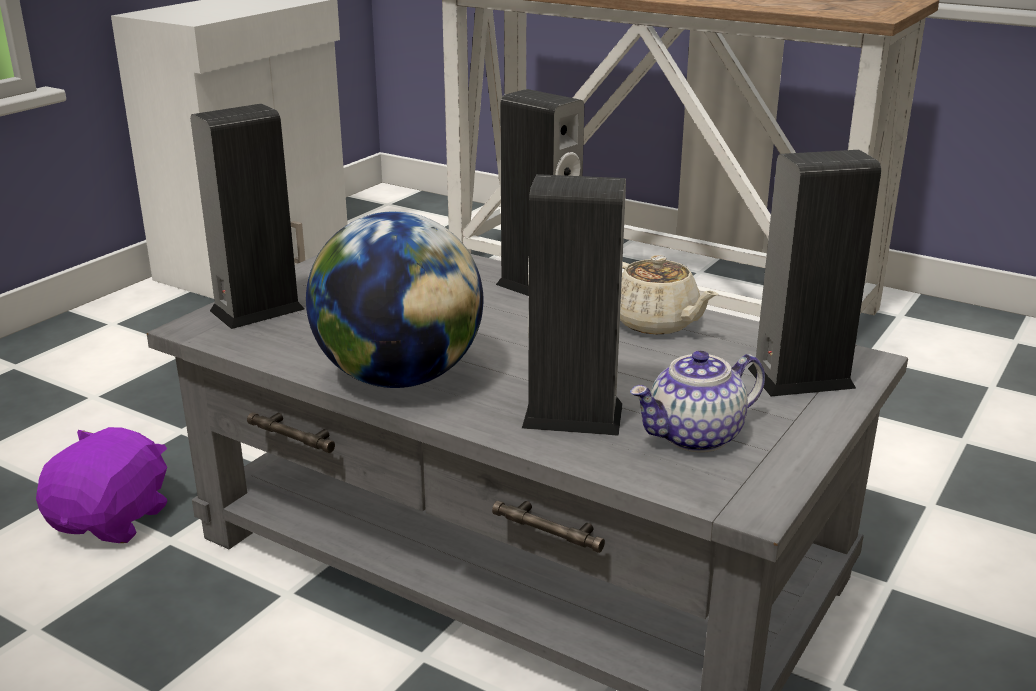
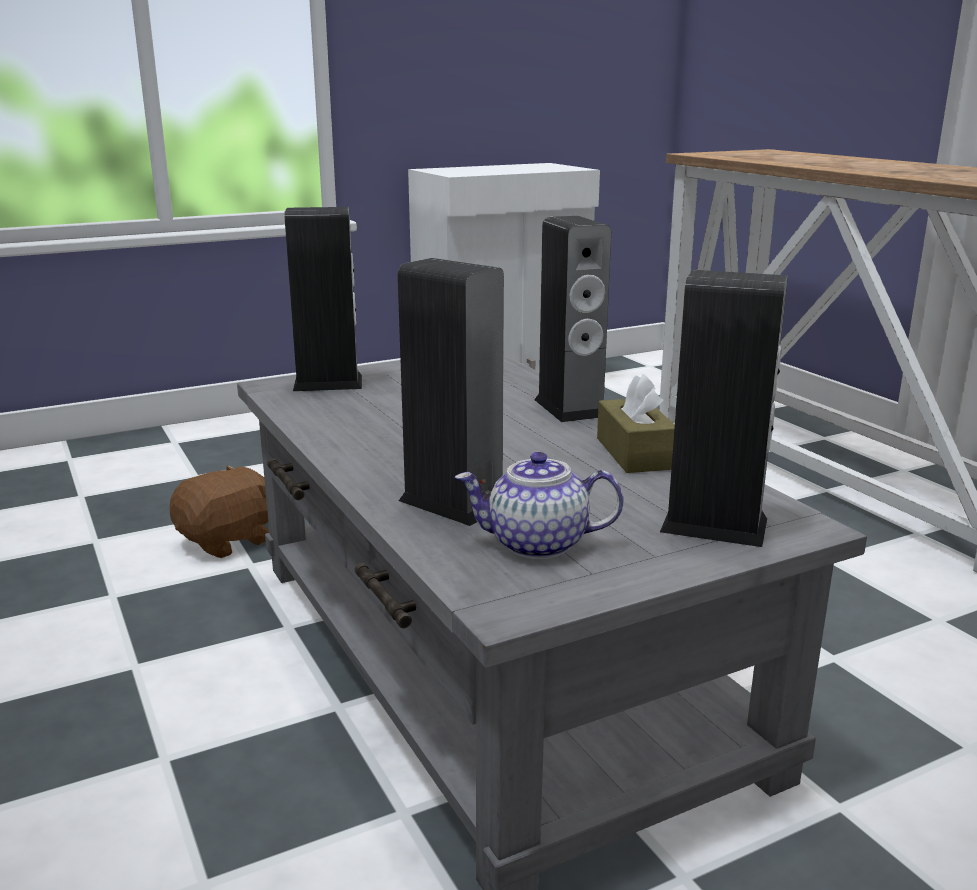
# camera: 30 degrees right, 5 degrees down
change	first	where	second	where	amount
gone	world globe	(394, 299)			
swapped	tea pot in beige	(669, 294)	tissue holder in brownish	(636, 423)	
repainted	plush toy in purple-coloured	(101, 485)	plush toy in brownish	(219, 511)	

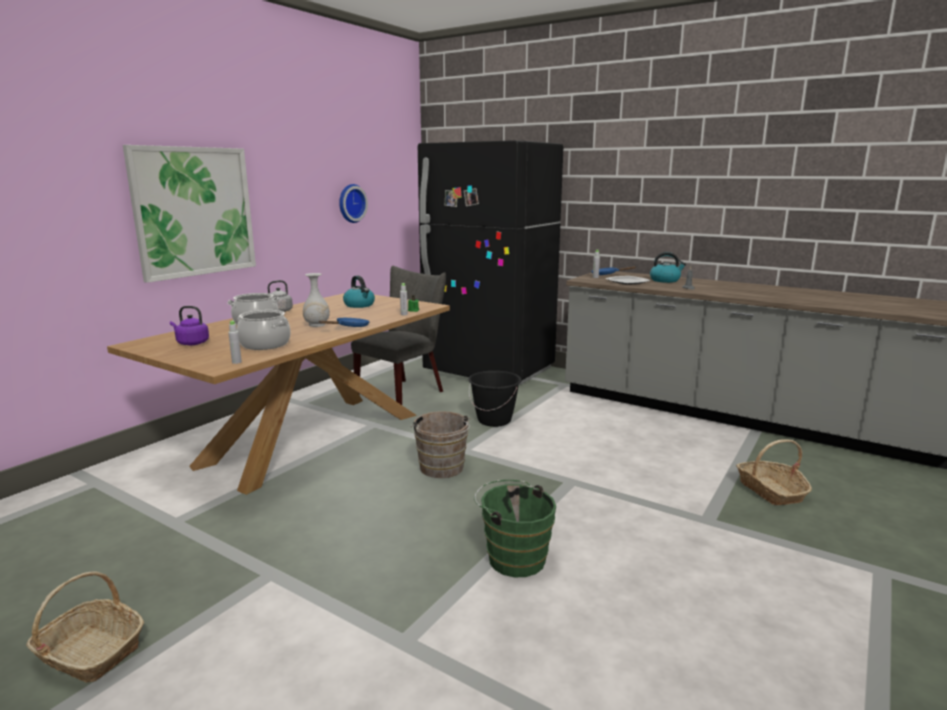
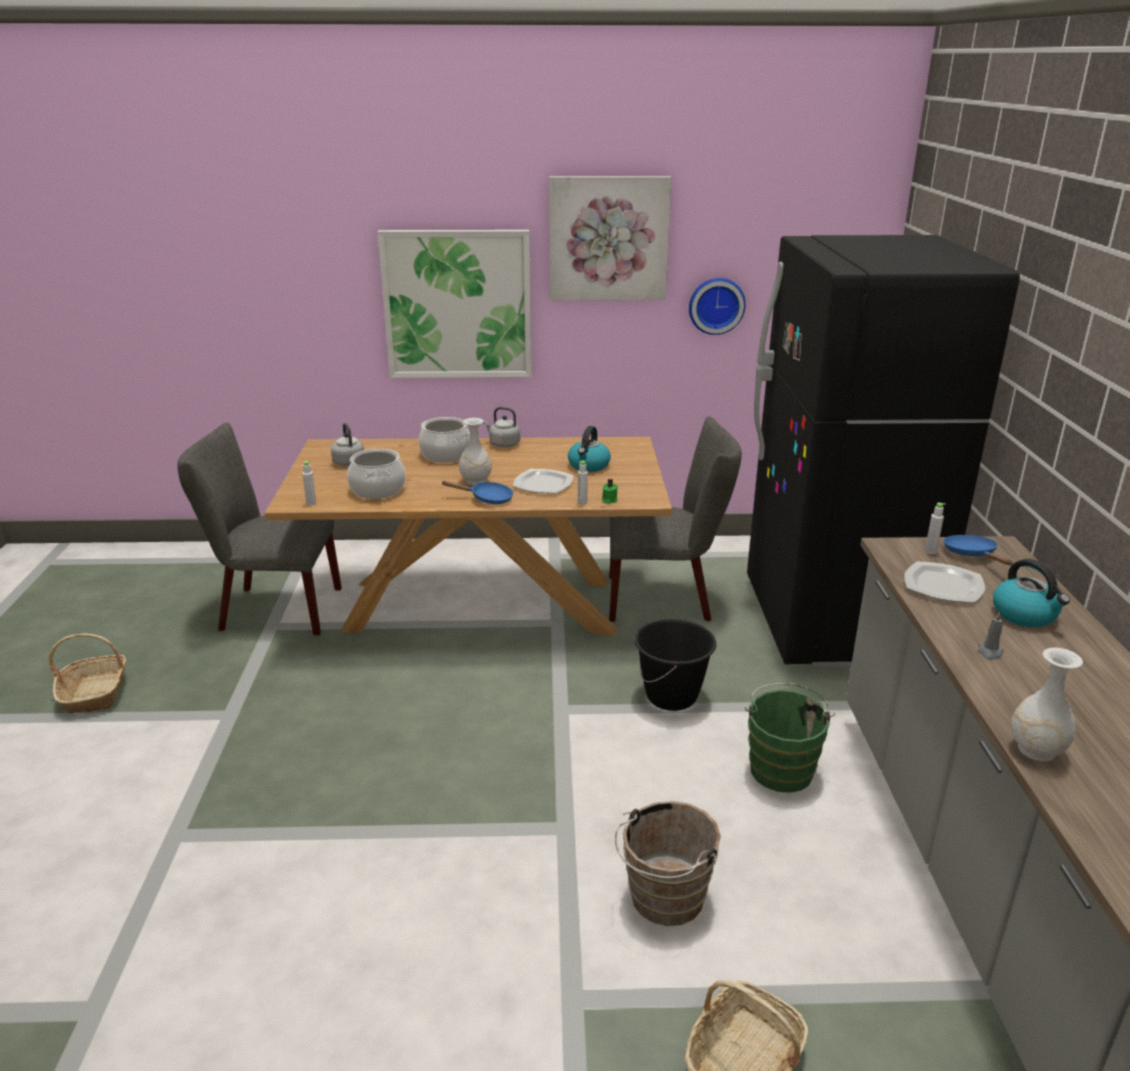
# camera: 55 degrees right, 10 degrees up
change	first	where	second	where	amount
new			upright chair in gray	(260, 529)	
new			flat dish	(543, 481)	
new			picture	(610, 238)	
new			vase in whitish	(1047, 704)	
shifted	pail in brownish	(441, 444)		(668, 863)	
shifted	pail in green	(515, 528)		(790, 738)	
repainted	tea kettle in purple-coloured	(189, 325)	tea kettle in gray	(347, 444)	

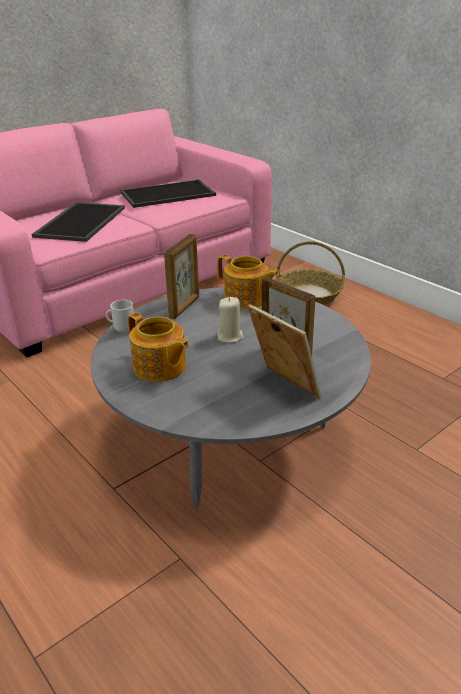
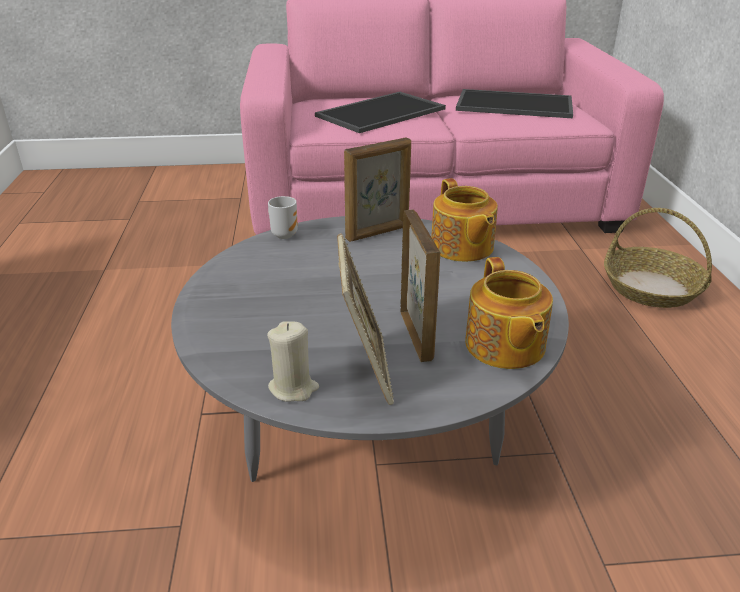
# camera: 35 degrees right, 0 degrees up
change	first	where	second	where	amount
shifted	tea pot	(158, 347)		(509, 313)	
shifted	wax light in beige	(230, 320)		(293, 361)	

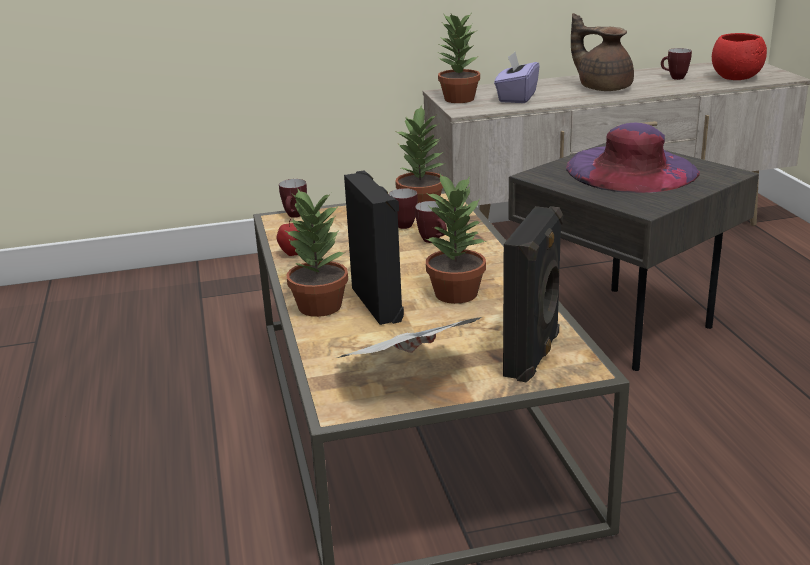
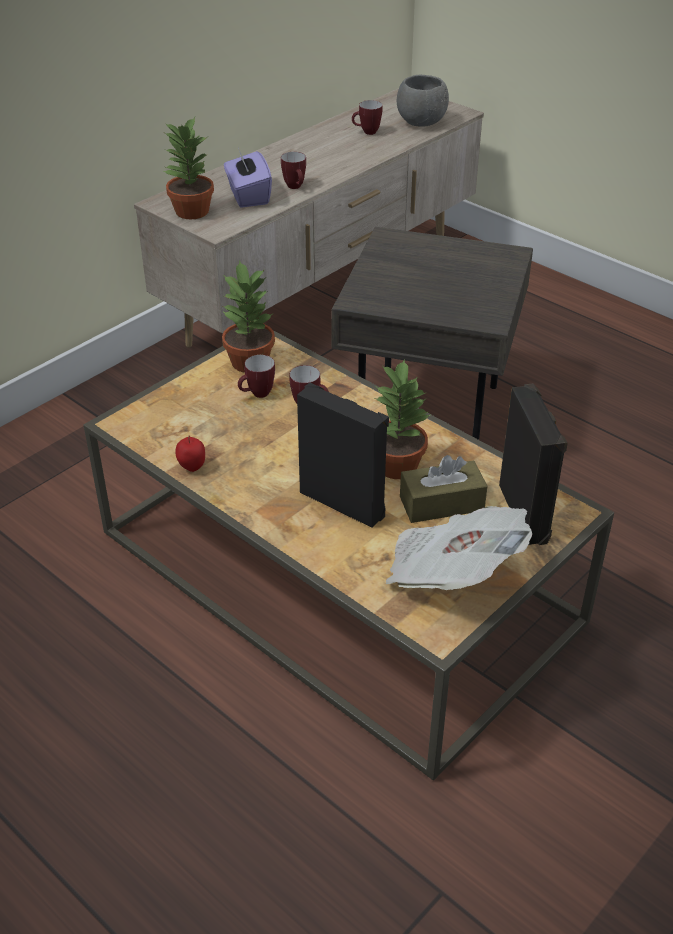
# camera: 35 degrees left, 15 degrees up
change	first	where	second	where	amount
gone	plant in a pot	(317, 252)			
gone	clothing hat in purple-coloured	(633, 158)			
gone	tea pot in brownish	(602, 52)			
new			tissue holder in brownish	(443, 489)	
shifted	mug	(293, 198)		(293, 170)	
repainted	deep dish in red-coloured	(739, 56)	deep dish in gray	(423, 101)	

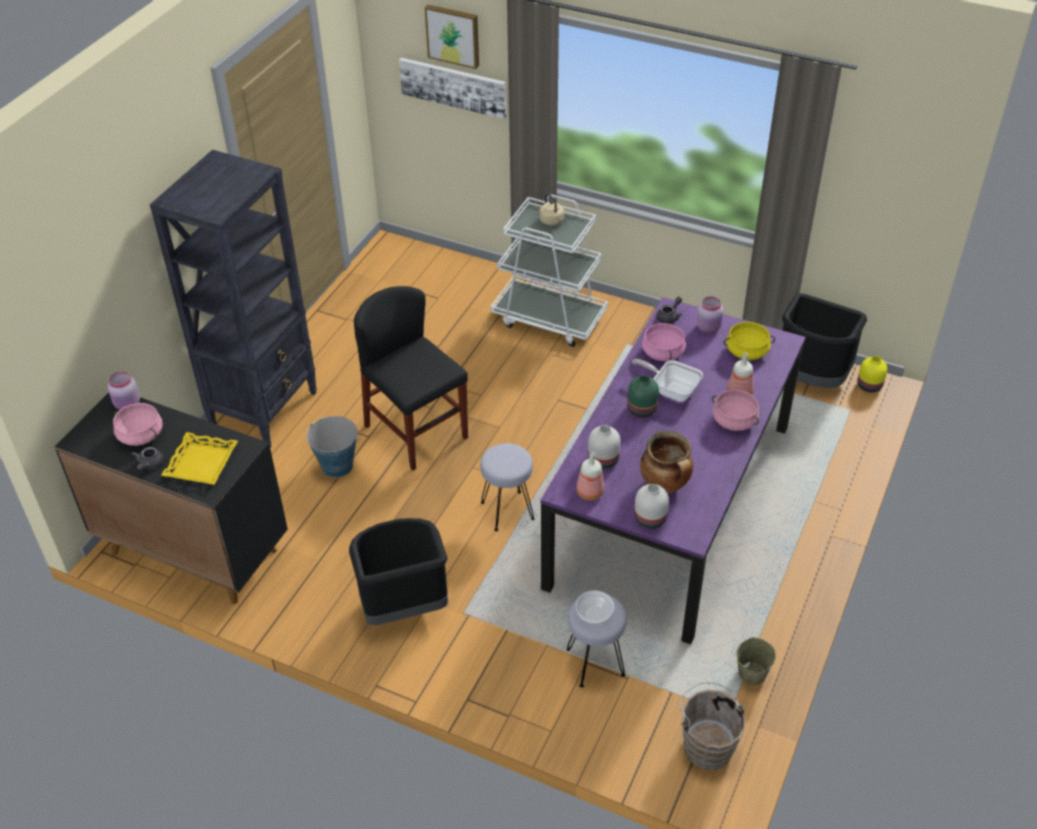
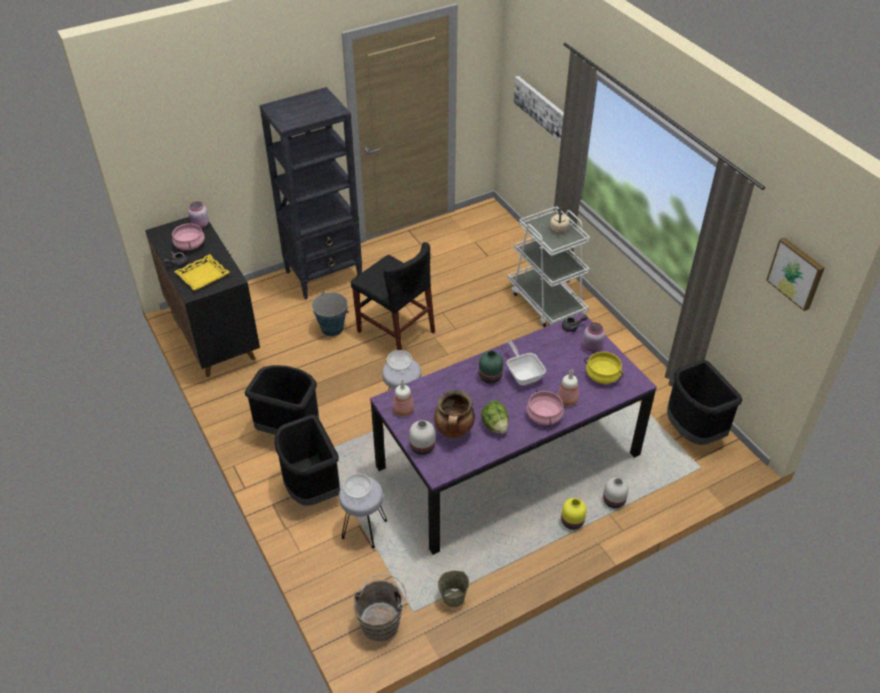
# camera: 35 degrees right, 0 degrees up
change	first	where	second	where	amount
gone	cooking pot in pink-coloured	(664, 342)			
new			waste bin in blackish	(307, 460)	
new			deep dish	(399, 360)	
new			lettuce	(495, 417)	
shifted	picture	(452, 37)		(795, 274)	
shifted	vase in whitish	(604, 447)		(616, 492)	
shifted	vase in yellow	(872, 374)		(574, 514)	
rotated	upright chair in blackish	(411, 378)		(393, 296)	135 degrees clockwise

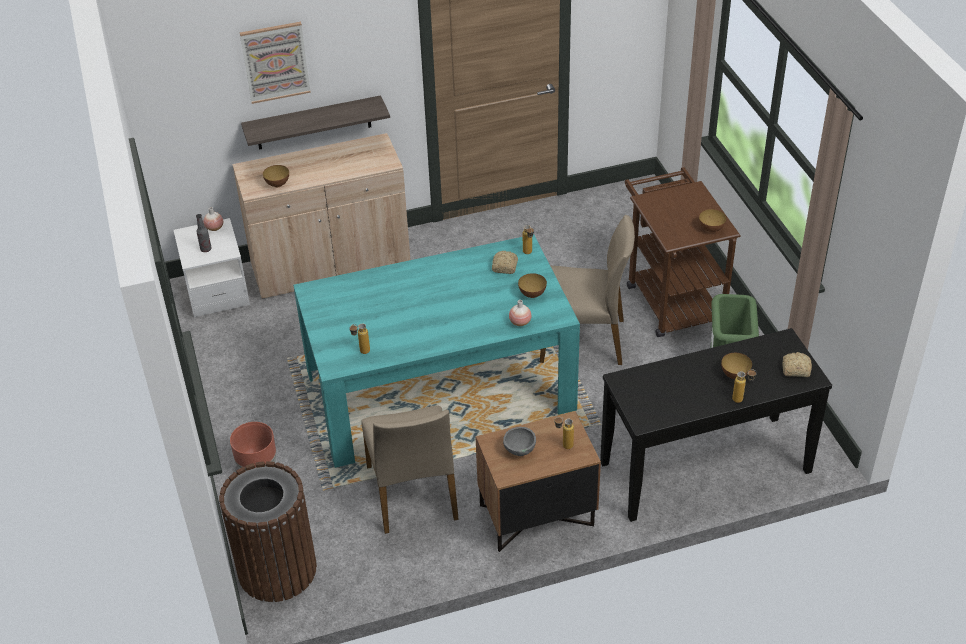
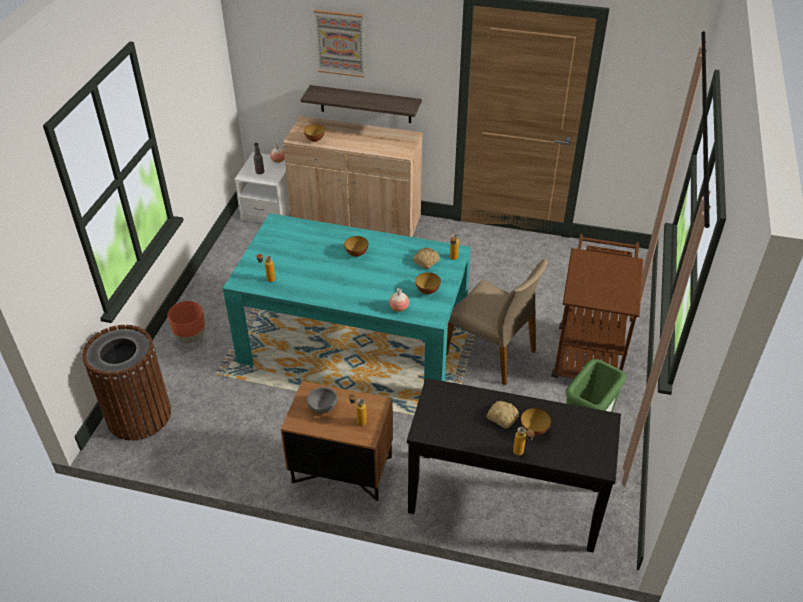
# camera: 30 degrees right, 0 degrees up
change	first	where	second	where	amount
gone	upright chair in beige	(410, 469)			
shifted	deep dish	(713, 220)		(356, 246)	
shifted	bread	(797, 364)		(502, 415)	

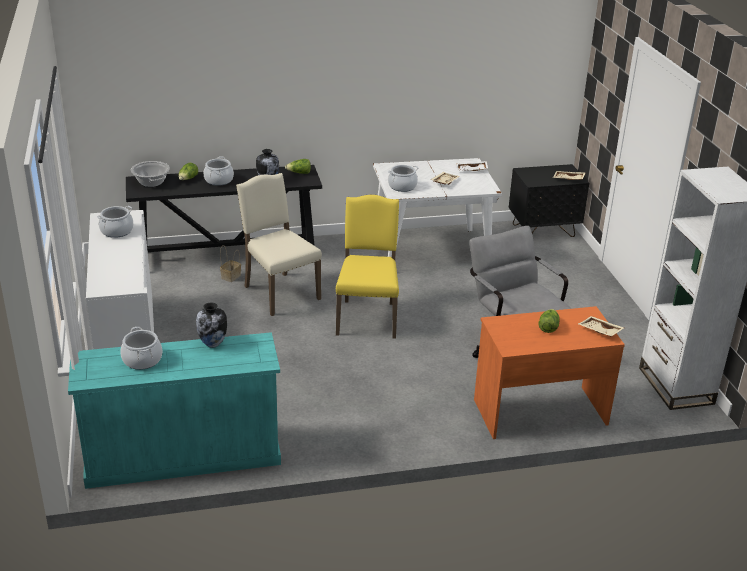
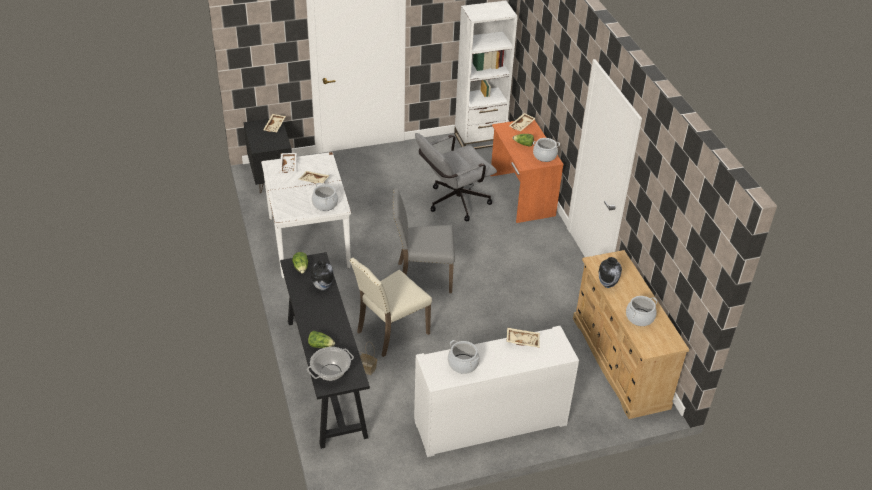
# camera: 95 degrees left, 10 degrees up
change	first	where	second	where	amount
new			serving tray in beige	(523, 337)	
shifted	cooking pot	(219, 171)		(546, 150)	
repainted	drawer chest in turquoise	(174, 410)	drawer chest in beige	(631, 334)	
repainted	upright chair in yellow	(367, 266)	upright chair in gray	(423, 241)	

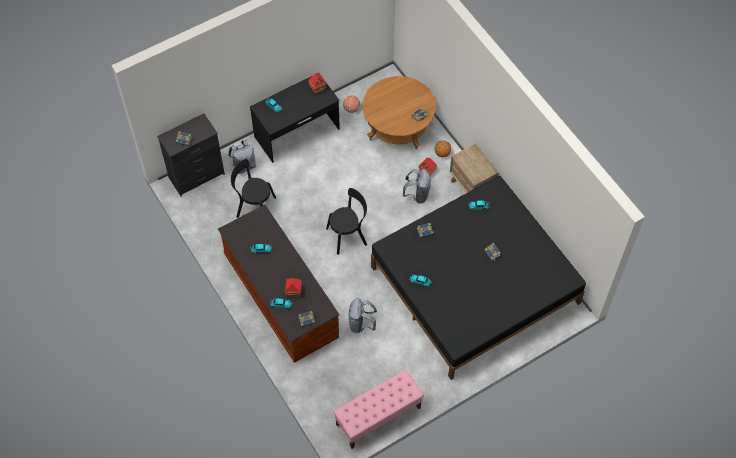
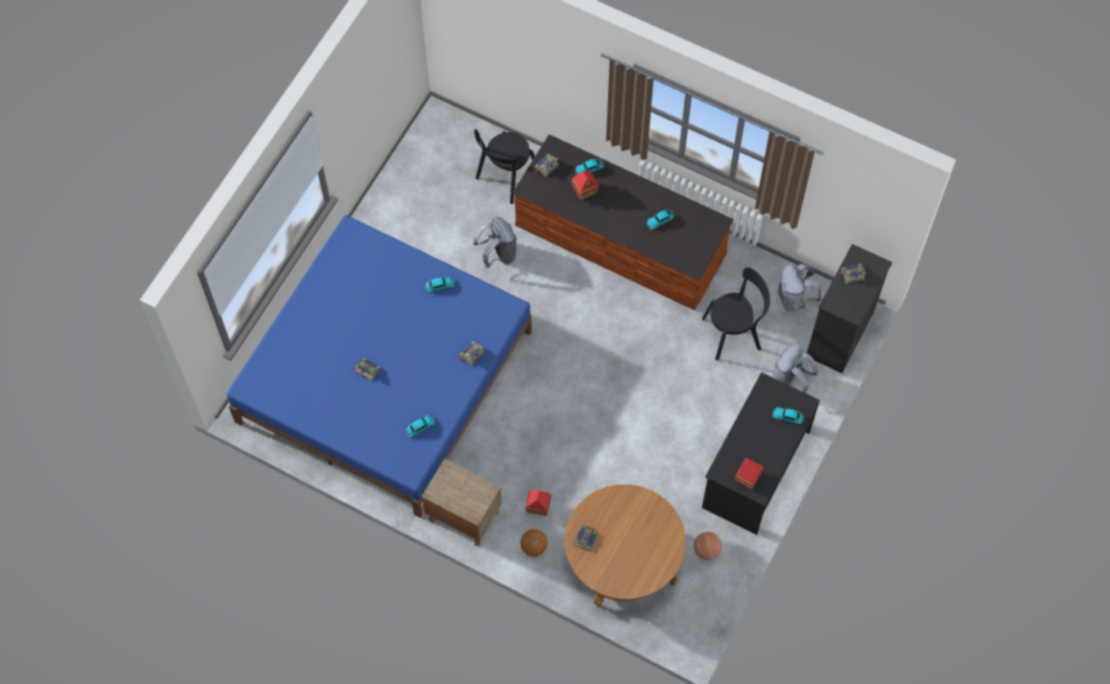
# camera: 150 degrees right, 5 degrees up
change	first	where	second	where	amount
gone	bench in pink-coloured	(379, 409)			
shifted	upright chair in blackish	(346, 221)		(504, 166)	
shifted	rucksack in gray	(417, 186)		(799, 288)	
repainted	bedroom bed in blackish	(478, 278)	bedroom bed in blue	(379, 366)	

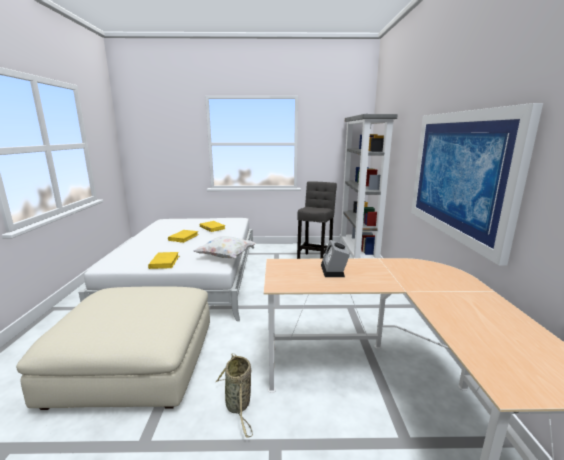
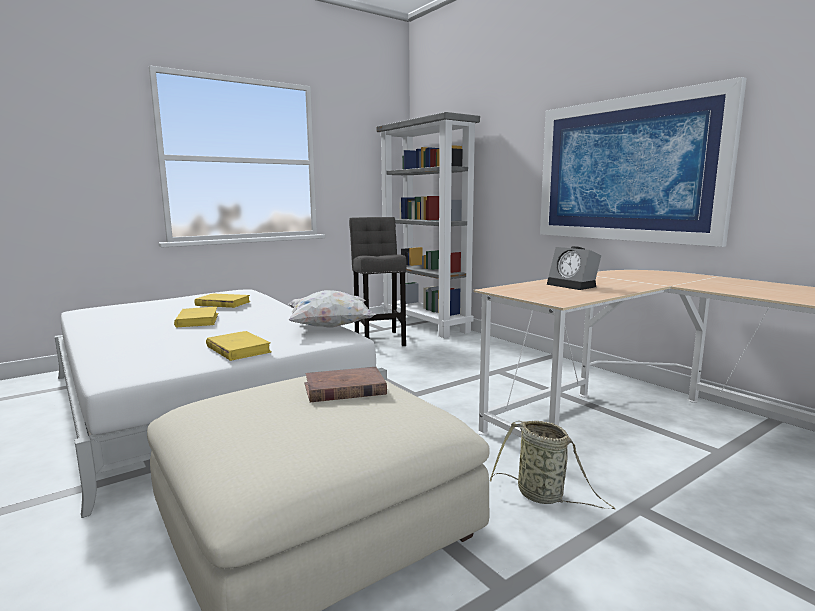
# camera: 35 degrees left, 5 degrees down
change	first	where	second	where	amount
new			volume in brownish	(345, 384)	

